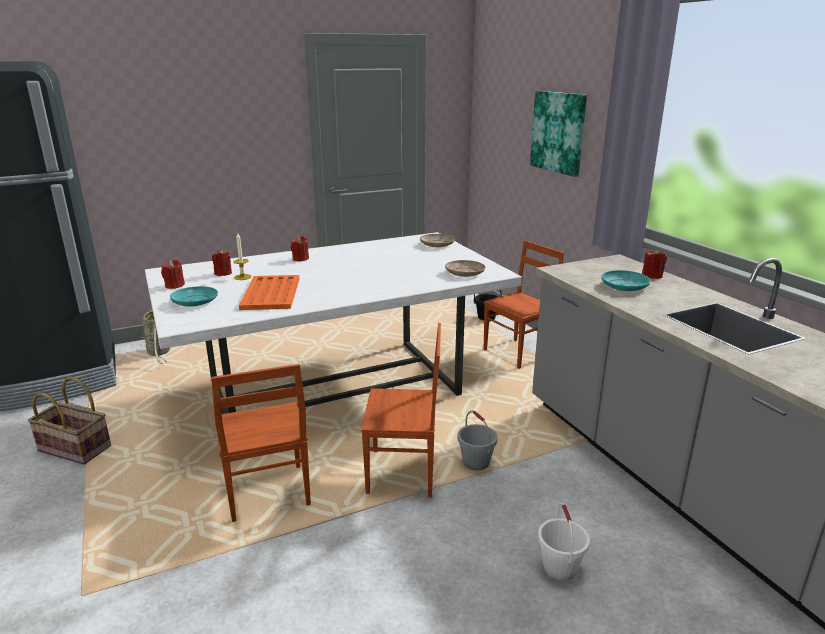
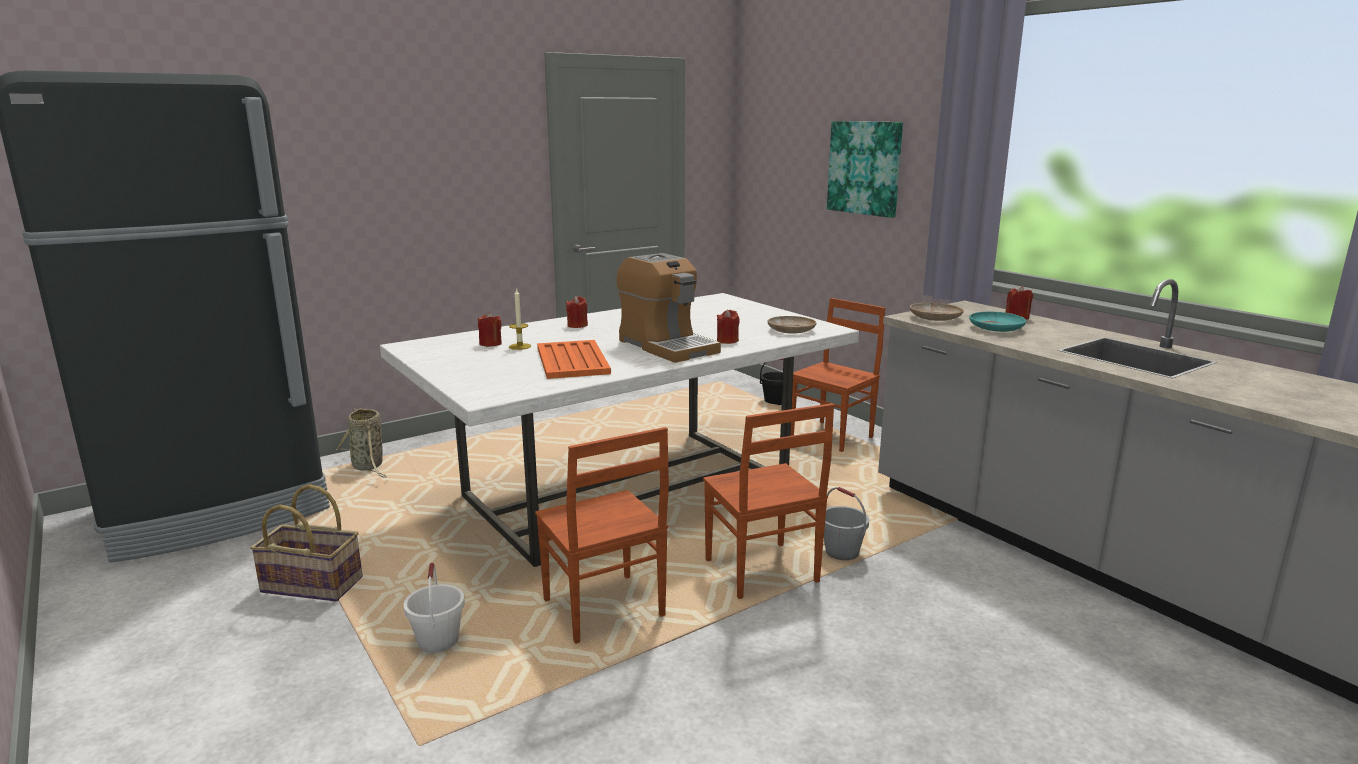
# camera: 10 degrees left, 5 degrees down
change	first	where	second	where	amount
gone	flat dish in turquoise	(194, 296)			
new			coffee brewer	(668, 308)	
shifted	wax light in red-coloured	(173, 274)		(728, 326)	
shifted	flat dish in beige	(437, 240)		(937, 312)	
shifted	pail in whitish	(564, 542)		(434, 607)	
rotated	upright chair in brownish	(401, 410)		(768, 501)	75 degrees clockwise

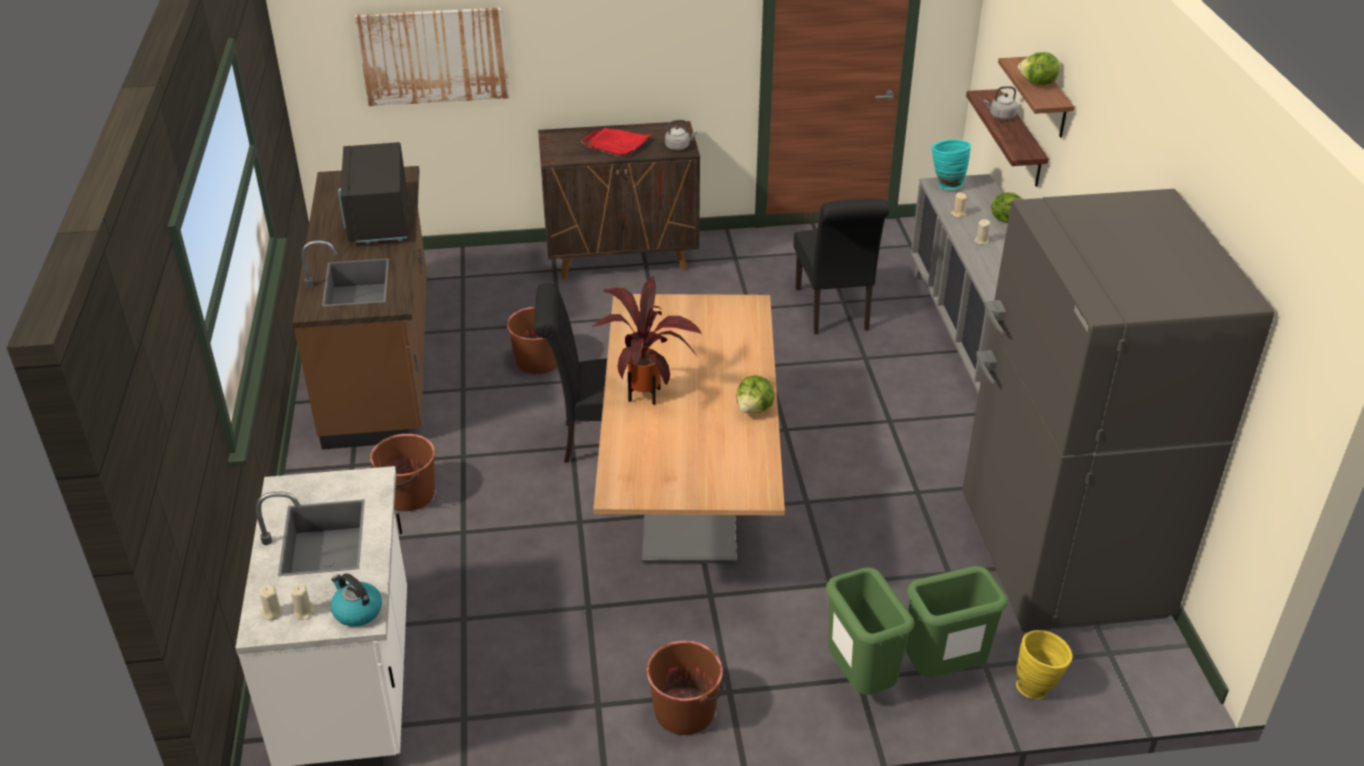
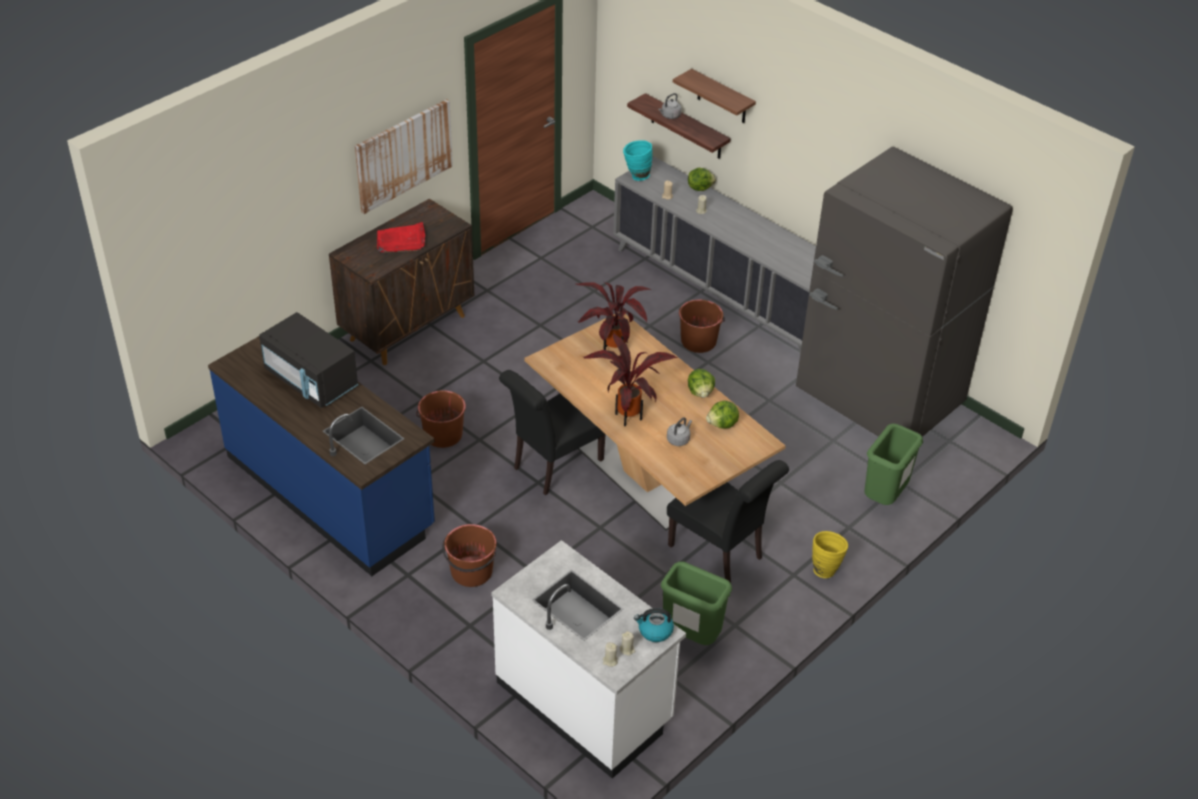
# camera: 40 degrees left, 5 degrees up
change	first	where	second	where	amount
new			plant in a pot	(613, 316)	
shifted	picture	(432, 56)		(404, 156)	
shifted	pail in brownish	(685, 688)		(702, 326)	
shifted	tea kettle in gray	(681, 135)		(679, 431)	
shifted	upright chair in blackish	(842, 266)		(728, 521)	
shifted	waste bin in green	(870, 631)		(696, 603)	
shifted	vase in yellow	(1044, 664)		(830, 554)	
shifted	lettuce	(1039, 68)		(722, 415)	
repainted	kitchen base unit in brownish	(360, 308)	kitchen base unit in blue	(321, 456)	

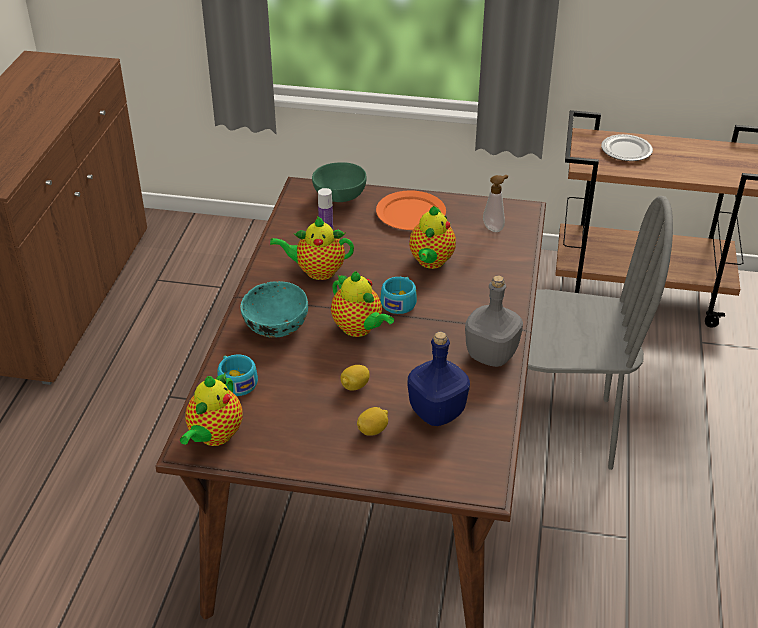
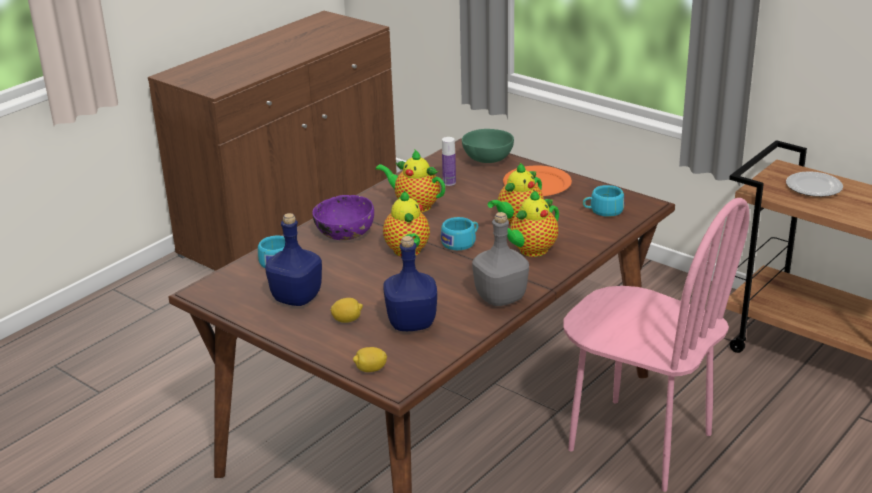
# camera: 30 degrees right, 10 degrees down
change	first	where	second	where	amount
new			beverage bottle in blue	(293, 259)	
shifted	tea pot	(211, 409)		(533, 223)	
shifted	whole lemon	(355, 377)		(370, 359)	
swapped	soap bottle	(495, 203)	drinking cup in turquoise	(603, 201)	
repainted	deep dish in turquoise	(274, 309)	deep dish in purple-coloured	(343, 217)	
repainted	upright chair in gray	(599, 333)	upright chair in pink-coloured	(656, 345)	

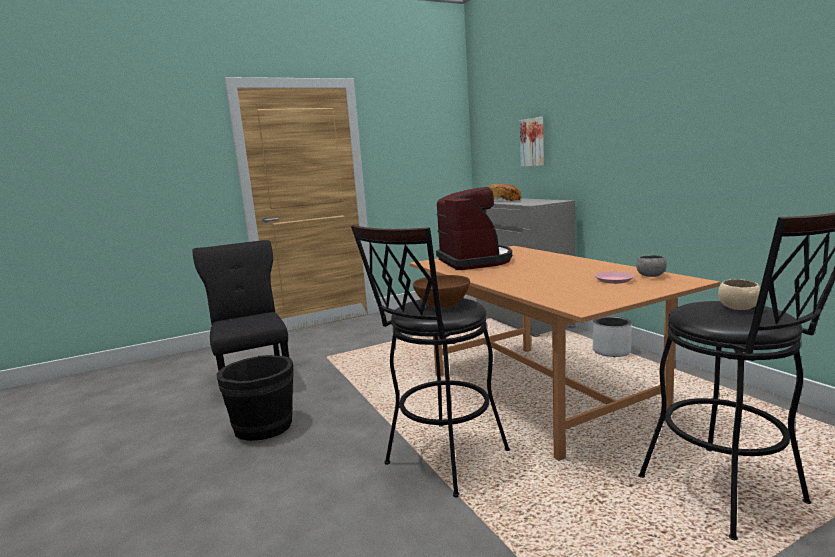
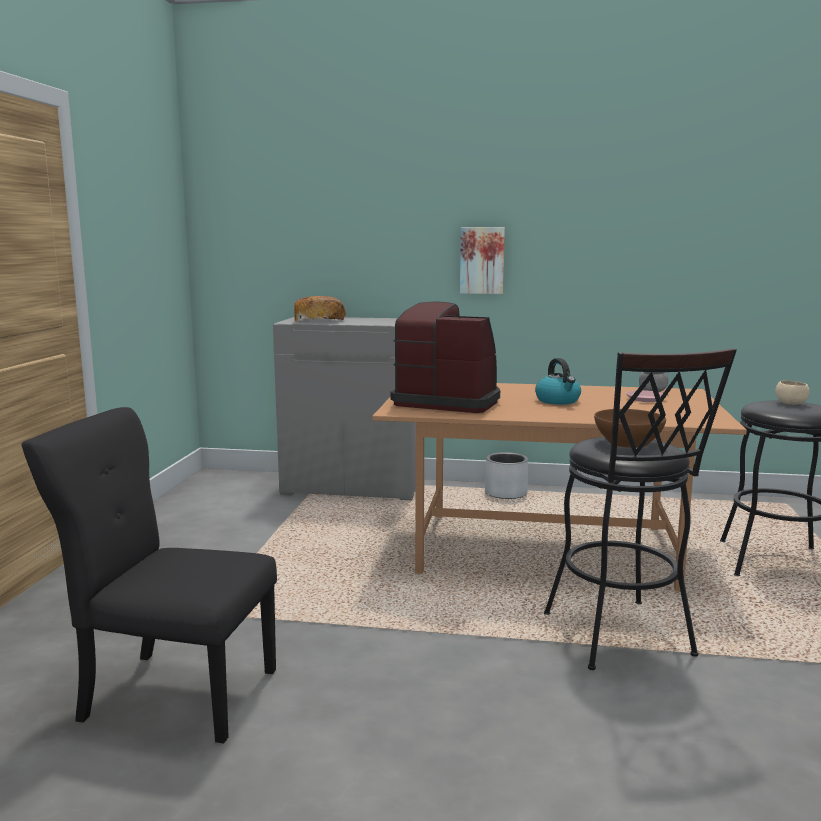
# camera: 55 degrees left, 0 degrees up
change	first	where	second	where	amount
gone	pail in blackish	(255, 398)			
new			tea kettle	(558, 381)	
shifted	picture	(532, 142)		(482, 260)	

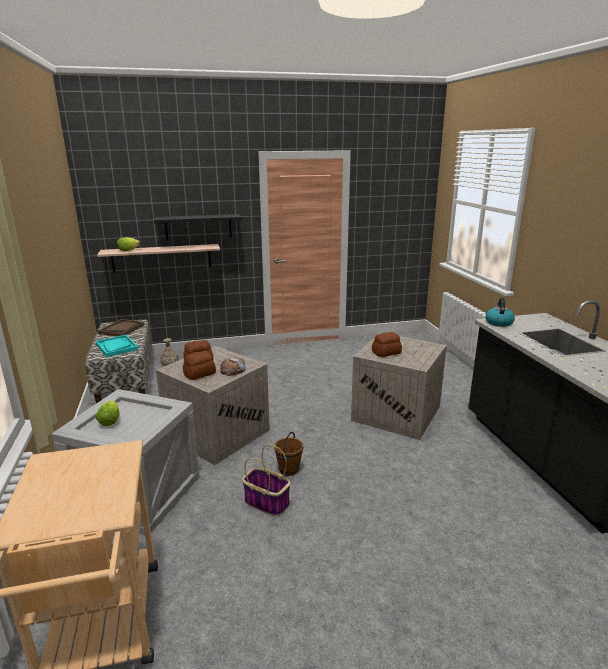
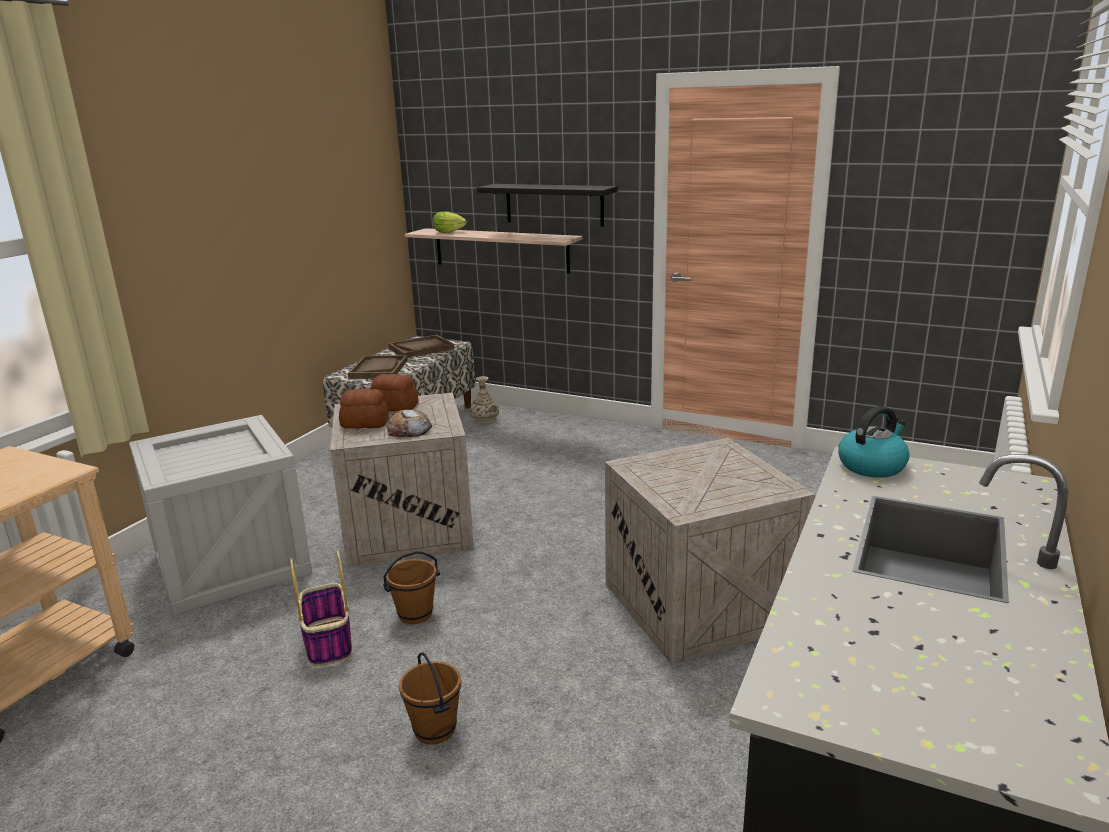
# camera: 40 degrees right, 0 degrees up
change	first	where	second	where	amount
gone	lettuce	(108, 413)			
gone	bread	(387, 344)			
new			pail in brownish	(430, 698)	
repainted	serving tray in turquoise	(117, 346)	serving tray in brownish	(378, 367)	

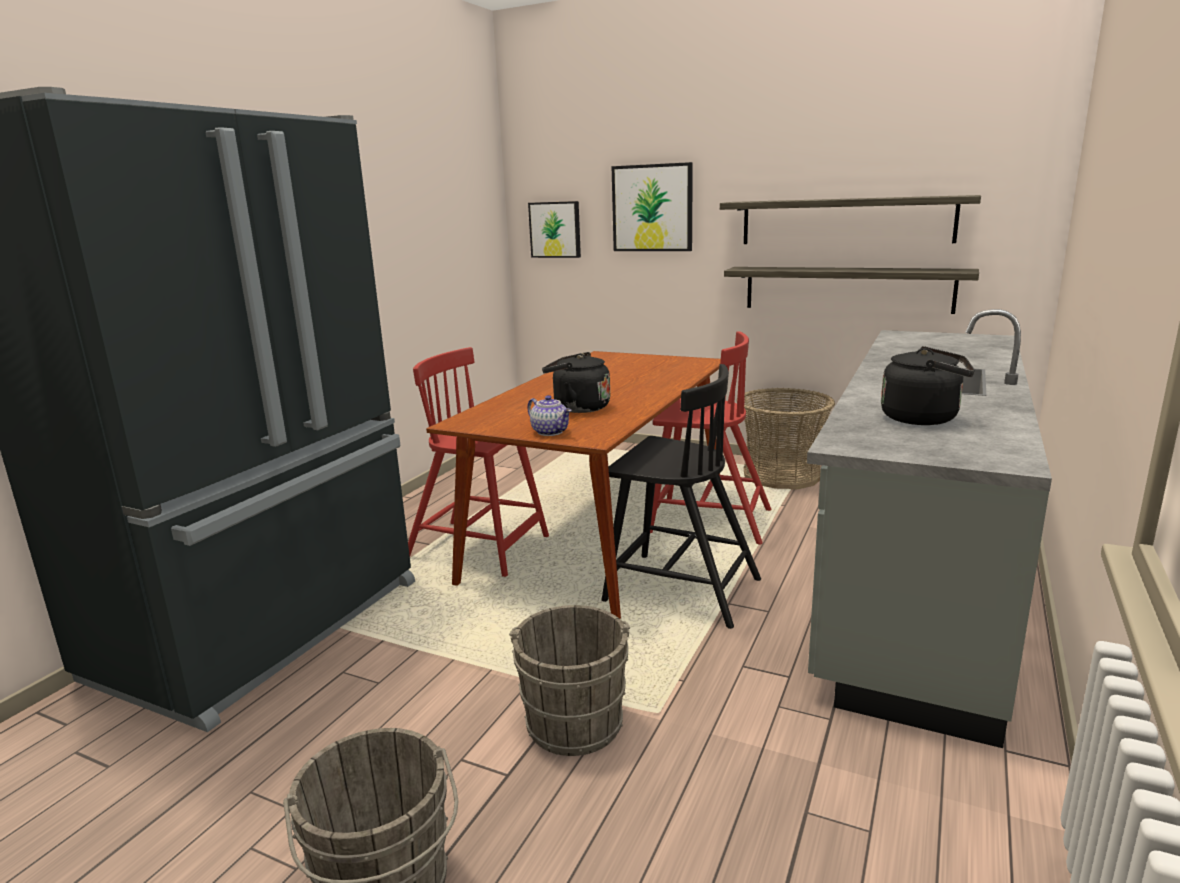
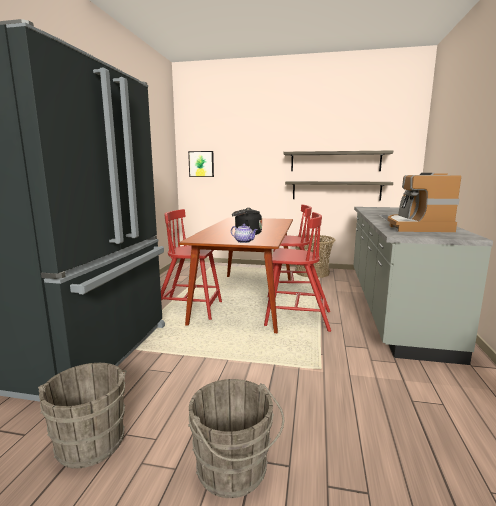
# camera: 15 degrees left, 5 degrees down
change	first	where	second	where	amount
gone	picture	(652, 206)			
shifted	pail in gray	(569, 680)		(82, 415)	
swapped	tea kettle in blackish	(928, 385)	coffee brewer	(424, 202)	
repainted	upright chair in blackish	(681, 496)	upright chair in red-coloured	(297, 272)	

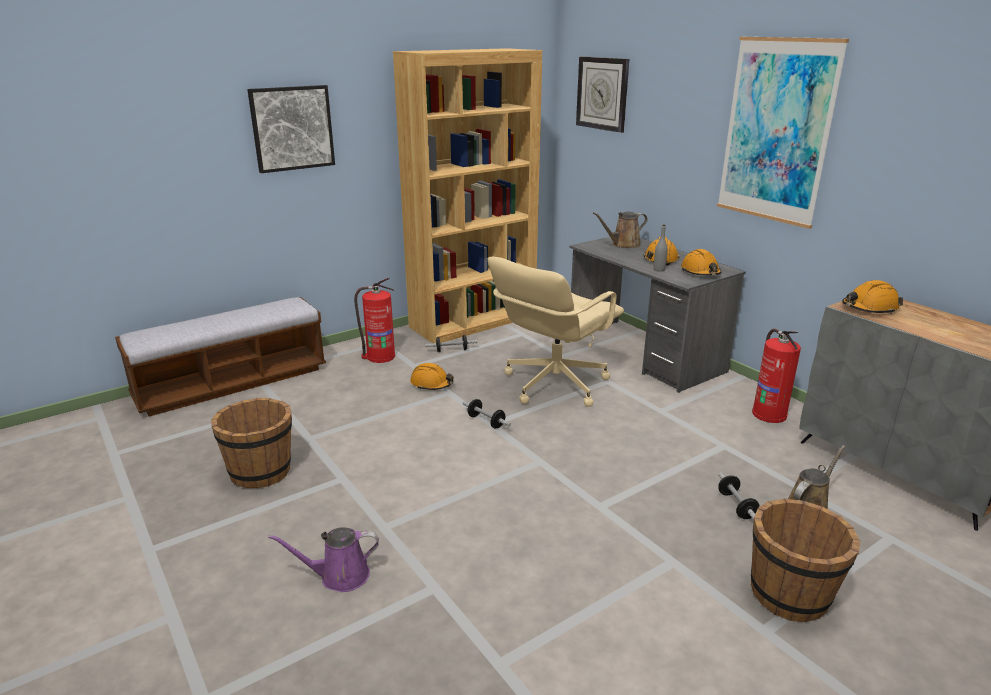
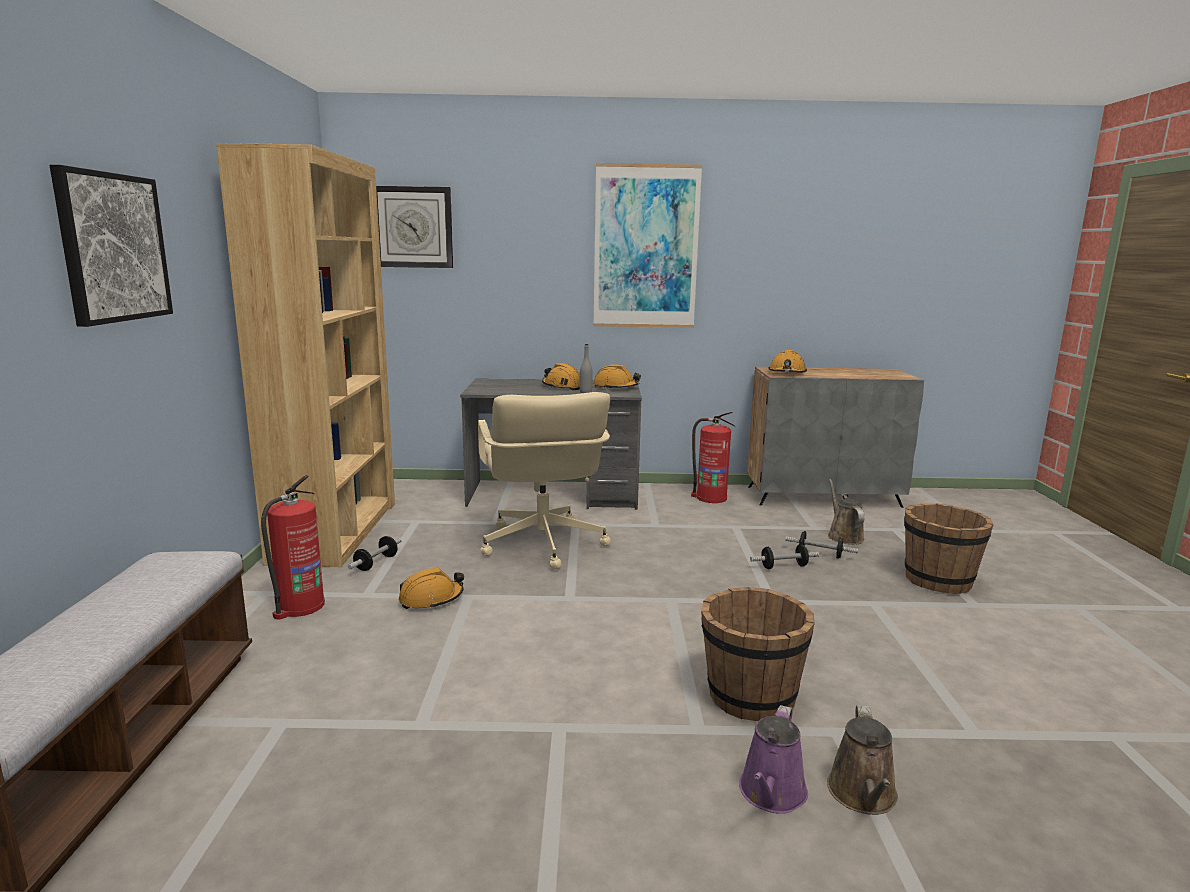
# camera: 55 degrees left, 10 degrees down
change	first	where	second	where	amount
shifted	pail in brownish	(251, 443)		(758, 654)	
shifted	dumbbell	(487, 413)		(784, 556)	
shifted	watering pot in brownish	(620, 230)		(862, 760)	

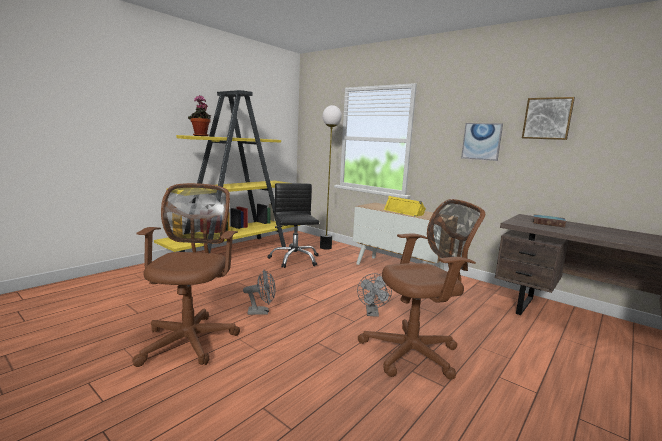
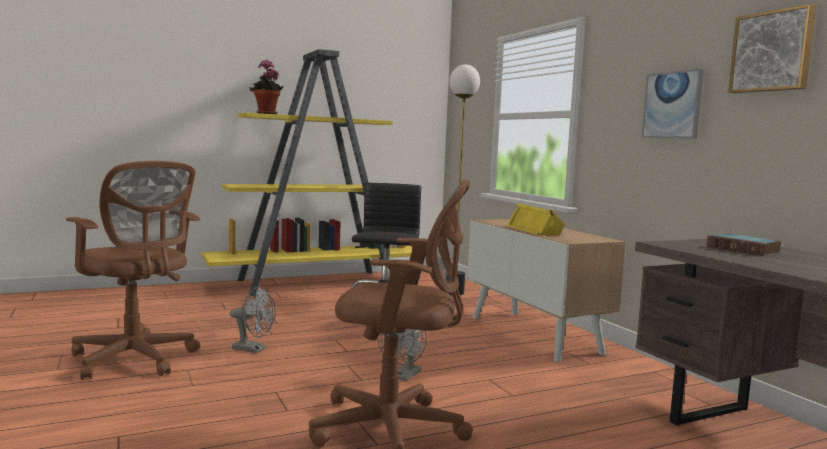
# camera: 25 degrees right, 5 degrees down
change	first	where	second	where	amount
rotated	office chair in brownish	(186, 275)		(133, 270)	105 degrees clockwise

